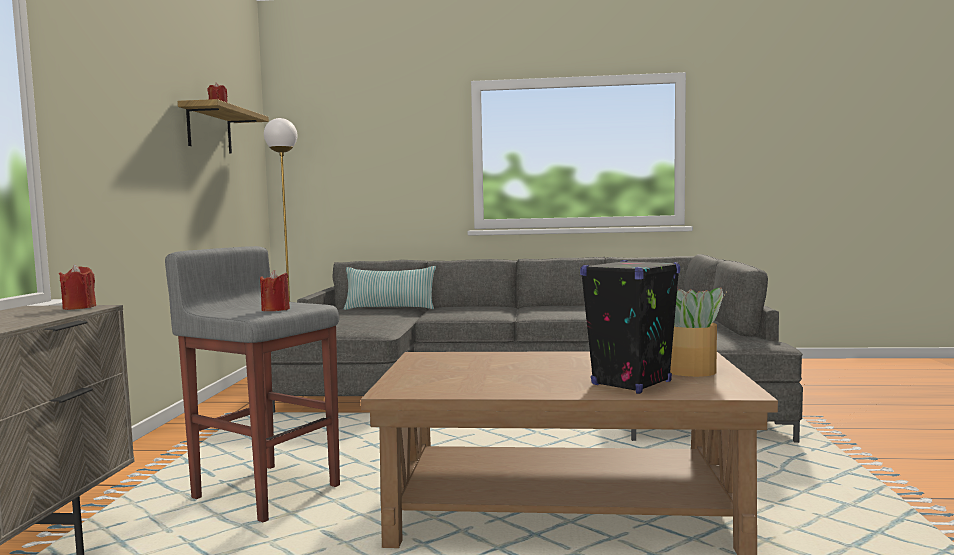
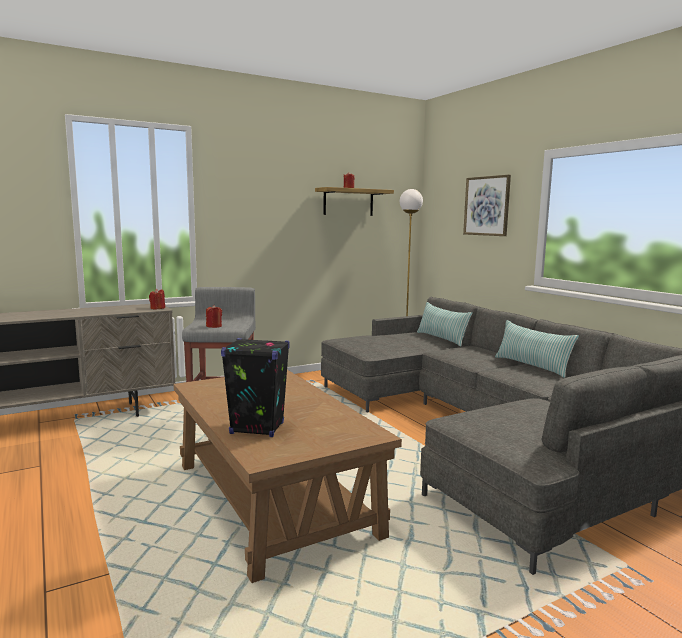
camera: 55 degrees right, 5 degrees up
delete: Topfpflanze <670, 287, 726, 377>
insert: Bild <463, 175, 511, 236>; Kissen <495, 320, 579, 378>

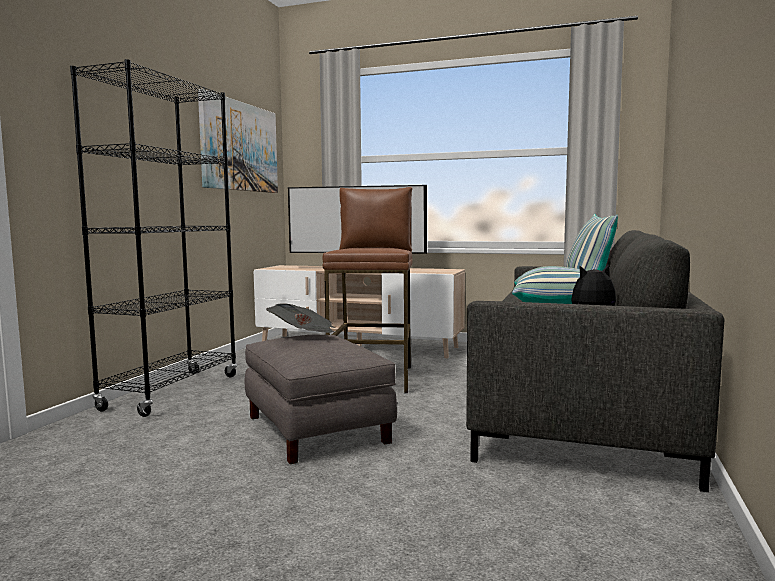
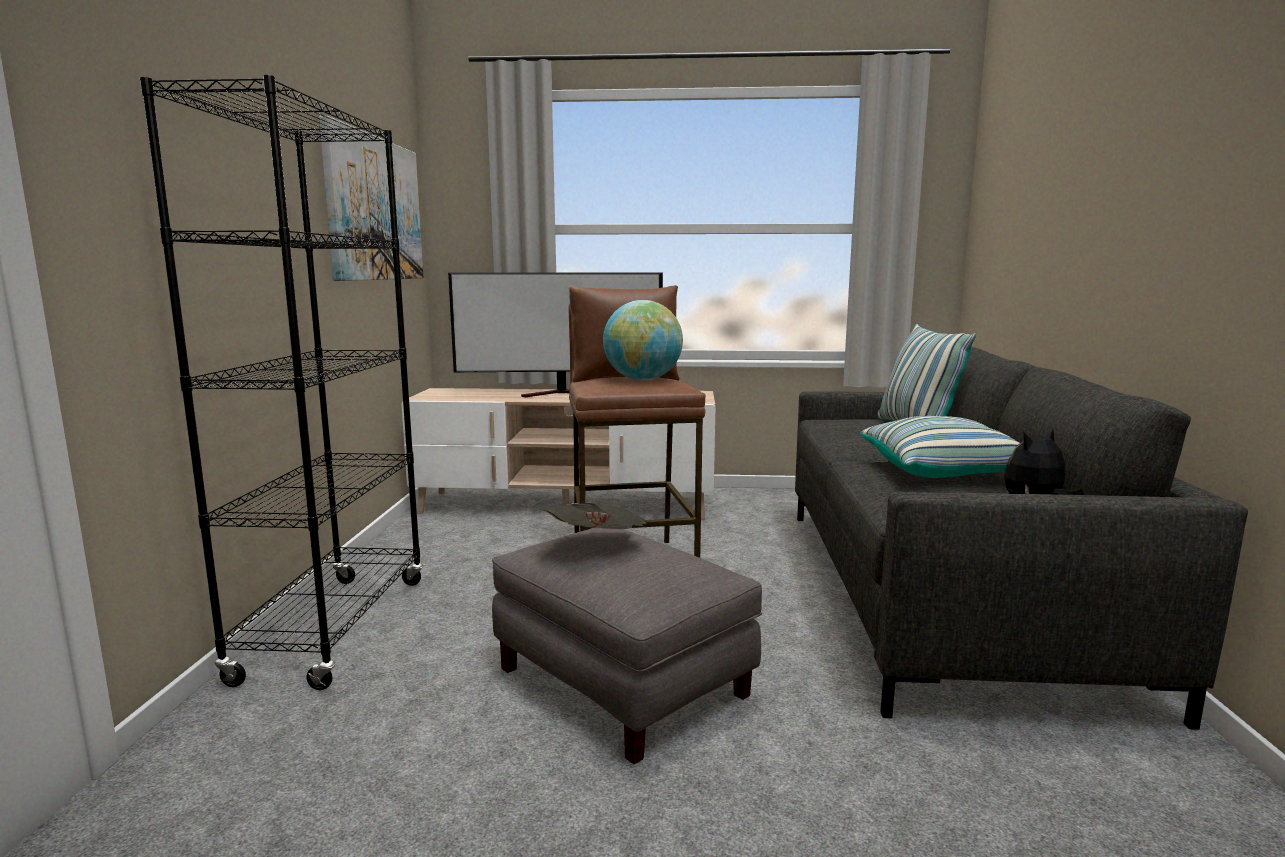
camera: 15 degrees left, 5 degrees up
insert: Globus <603, 300, 683, 380>

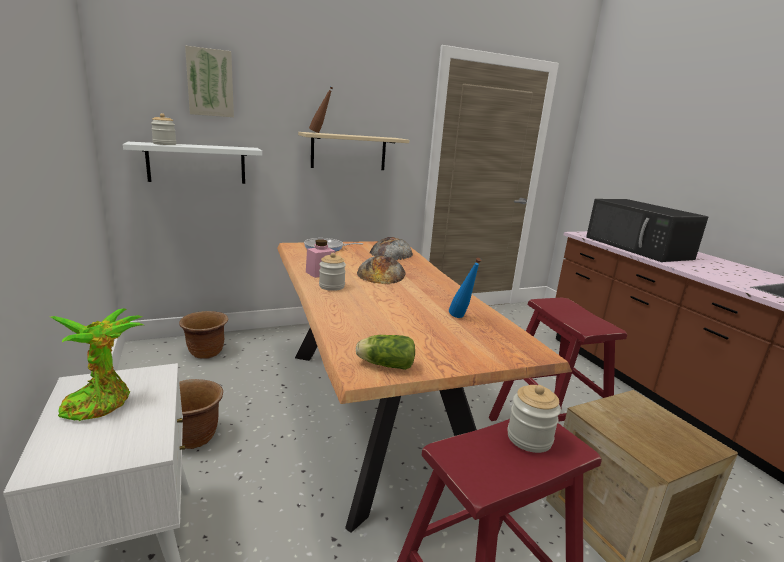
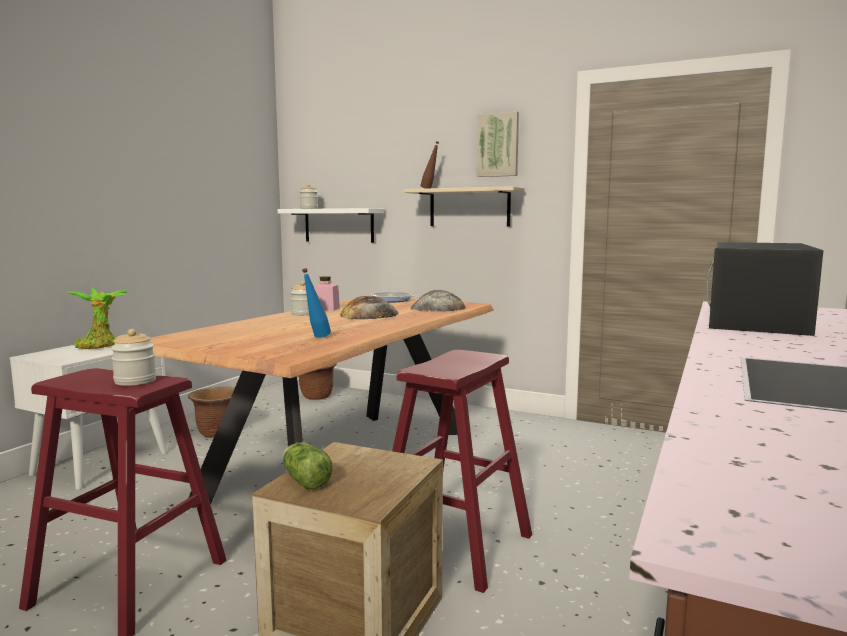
camera: 50 degrees right, 10 degrees down
move: Bild <185, 45, 234, 117> to <477, 112, 519, 177>; Salatkopf <356, 335, 415, 370> to <283, 442, 332, 489>

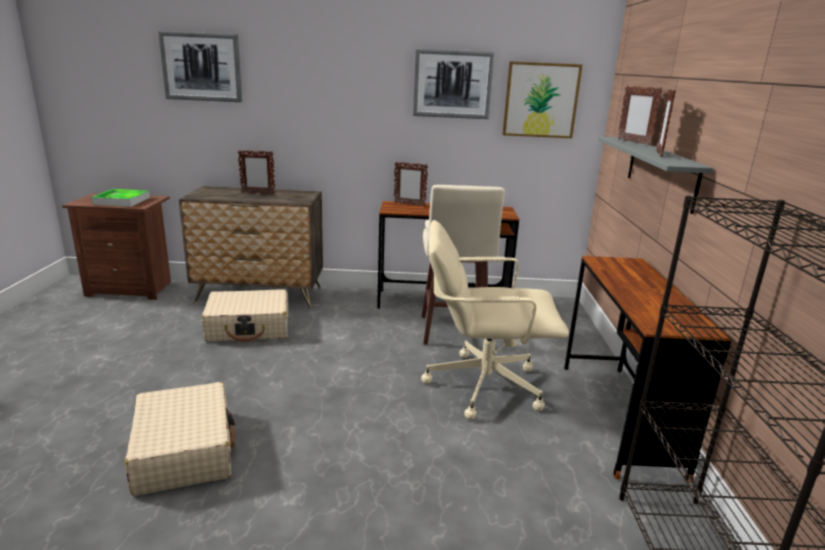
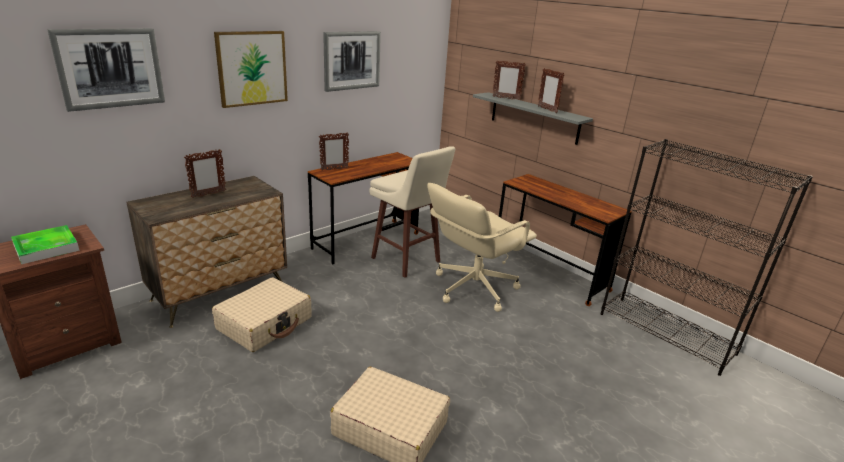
camera: 45 degrees left, 5 degrees up
move: Bild <502, 61, 582, 138> to <214, 31, 288, 108>

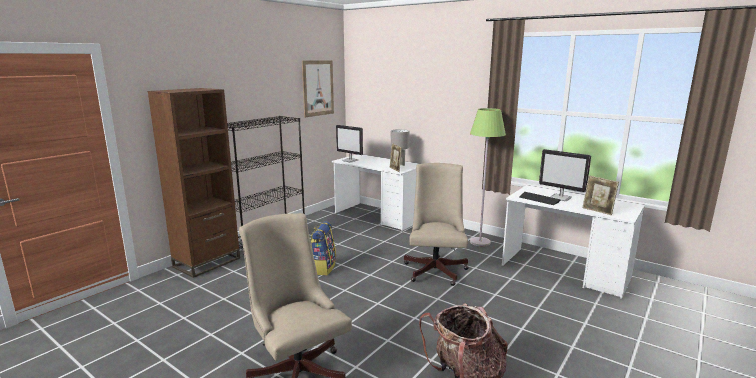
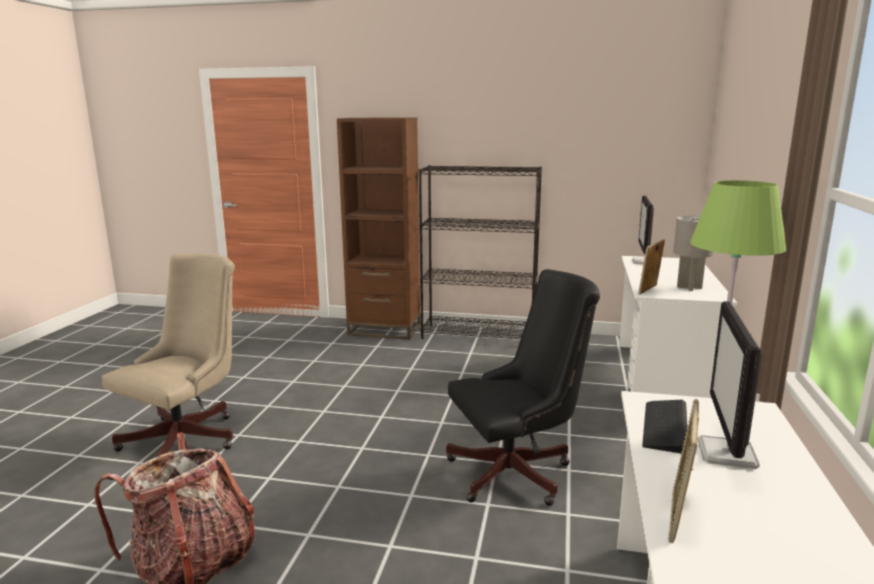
camera: 65 degrees right, 0 degrees up
delete: Bild <302, 60, 334, 117>; Rucksack <311, 221, 336, 276>
recolor: Bürostuhl [beige] <404, 163, 469, 286> to Bürostuhl [schwarz] <446, 269, 600, 506>

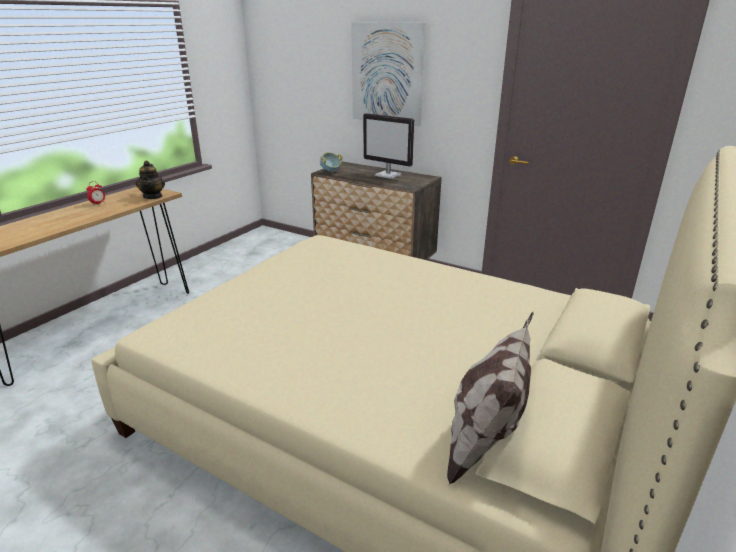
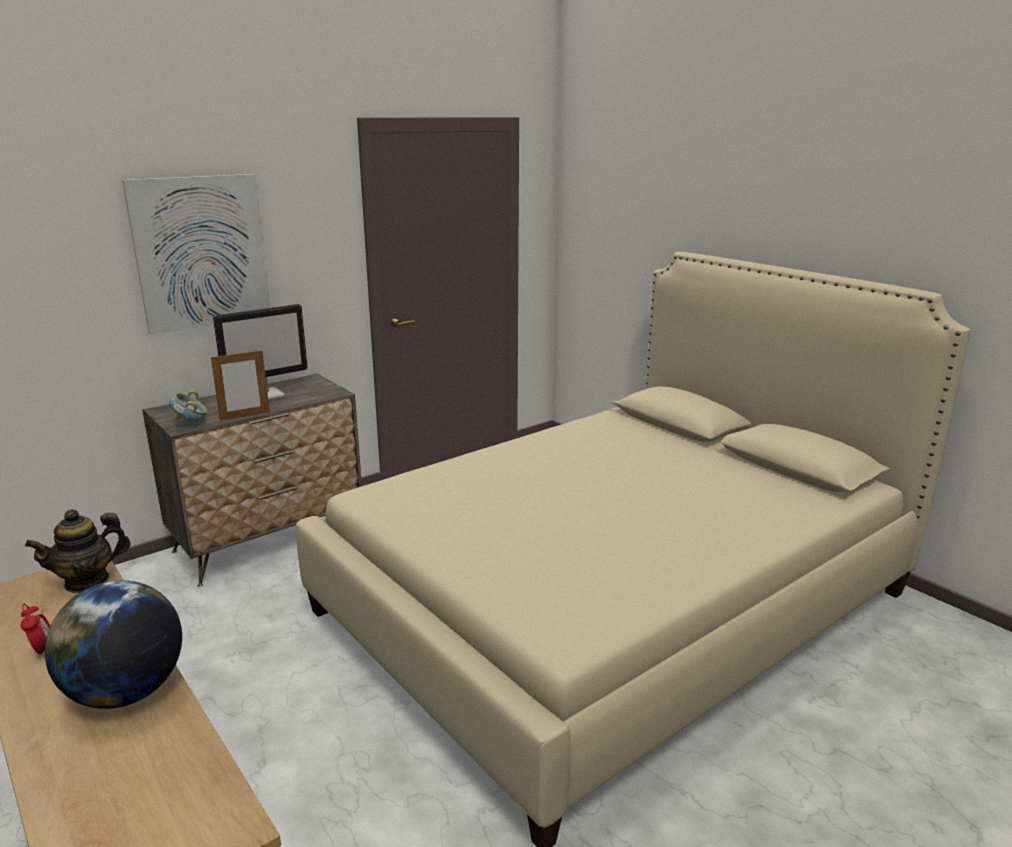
camera: 70 degrees left, 5 degrees down
delete: Kissen <447, 312, 533, 485>
insert: Globus <45, 580, 182, 709>; Bilderrahmen <211, 349, 270, 421>
rotate: Teekanne <136, 161, 165, 199> = <25, 509, 130, 593> 135 degrees clockwise

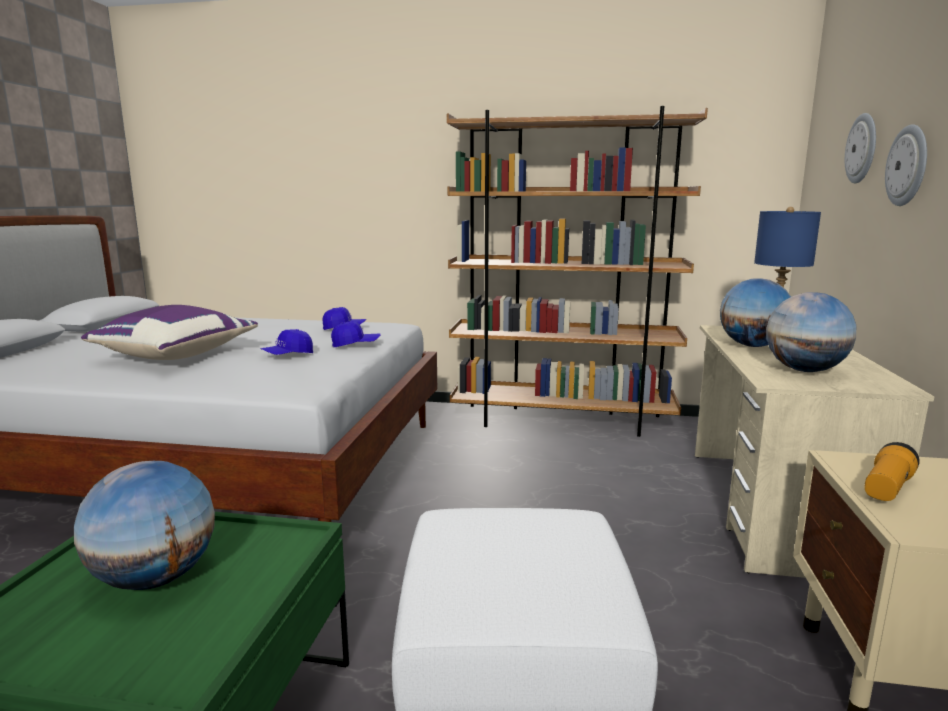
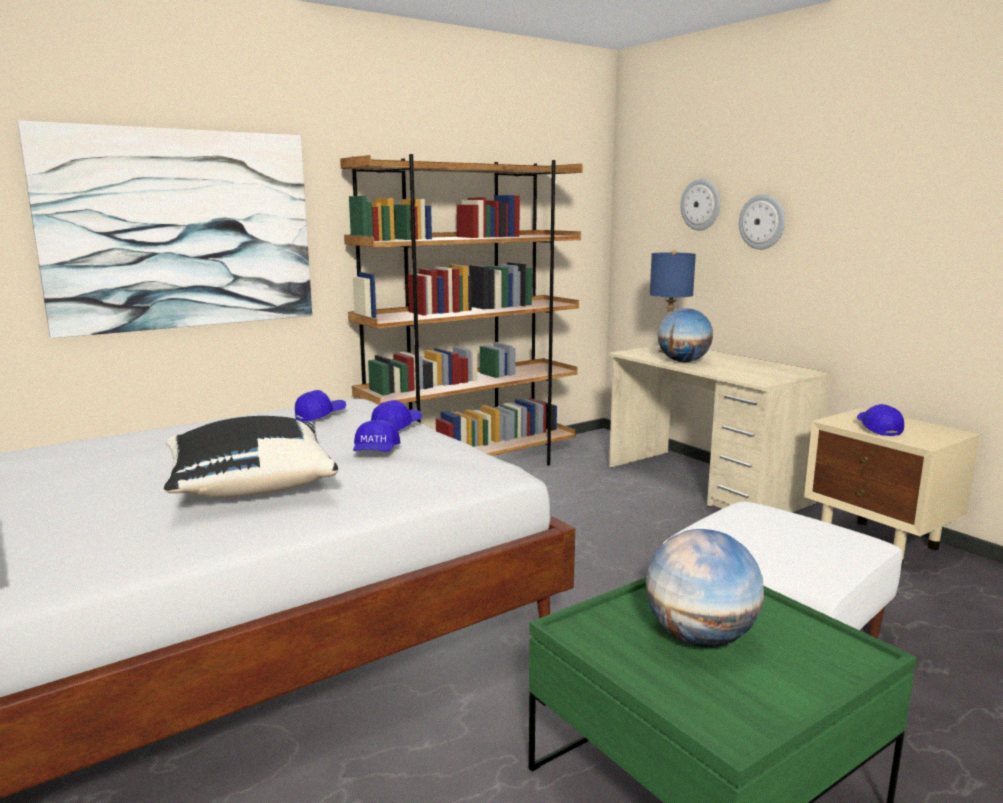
camera: 45 degrees left, 0 degrees up
delete: Globus <766, 292, 856, 372>
insert: Bild <17, 120, 312, 338>
replace: Taschenlampe <865, 442, 920, 501> to Kappe [blau] <857, 404, 904, 436>
recolor: Kissen [lila] <81, 305, 258, 360> to Kissen [schwarz] <164, 416, 339, 498>

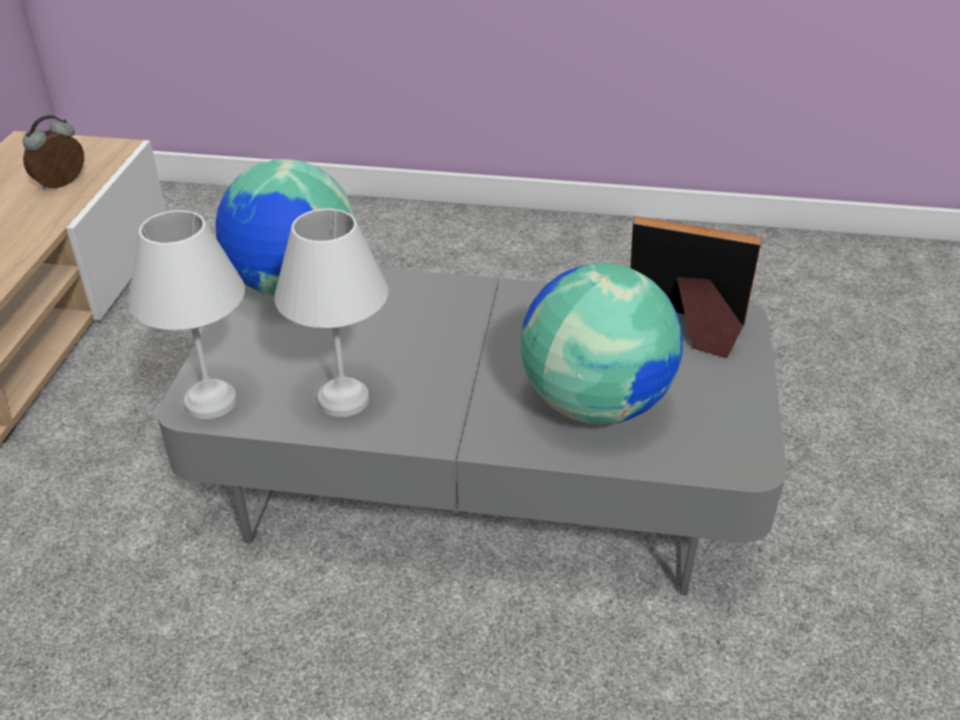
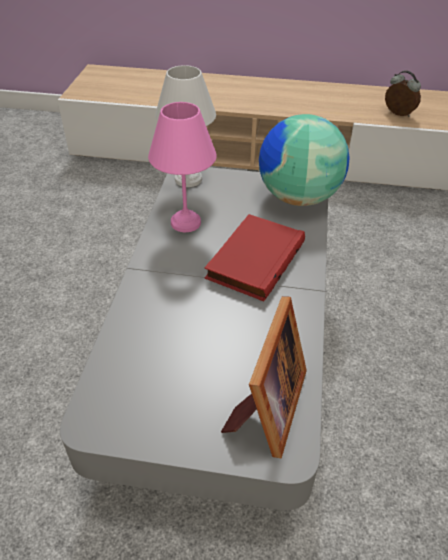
camera: 90 degrees right, 5 degrees up
delete: Globus <520, 263, 683, 424>
insert: Buch [rot] <204, 214, 305, 302>
recolor: Tischlampe [weiß] <274, 208, 388, 417> to Tischlampe [rosa] <148, 102, 217, 232>

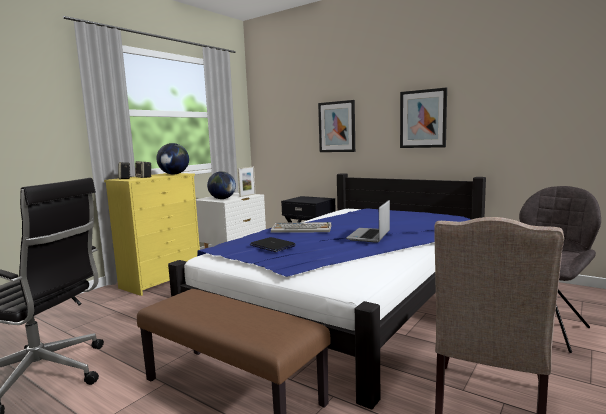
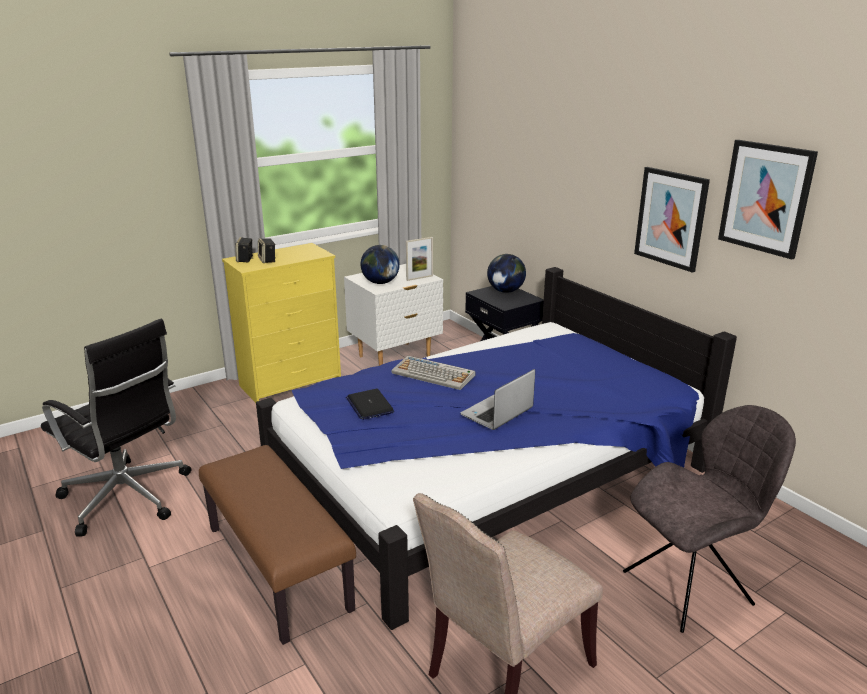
camera: 20 degrees right, 15 degrees up
move: Globus <156, 143, 189, 175> to <487, 254, 526, 293>; Bild <318, 100, 355, 152> to <718, 140, 818, 259>

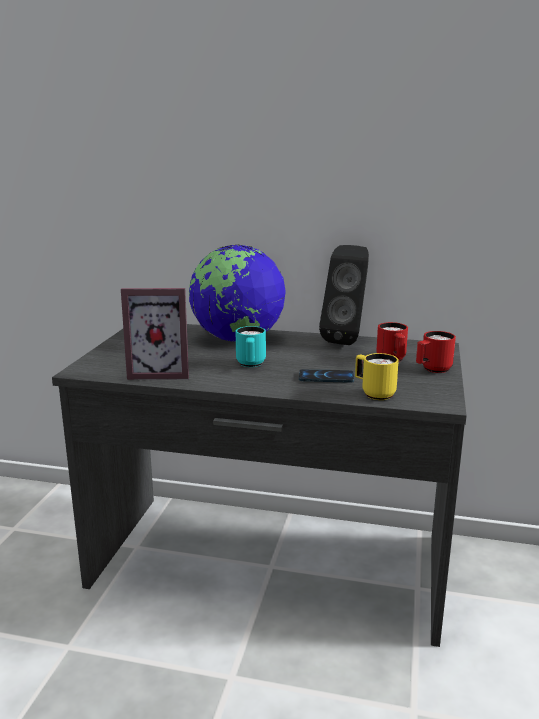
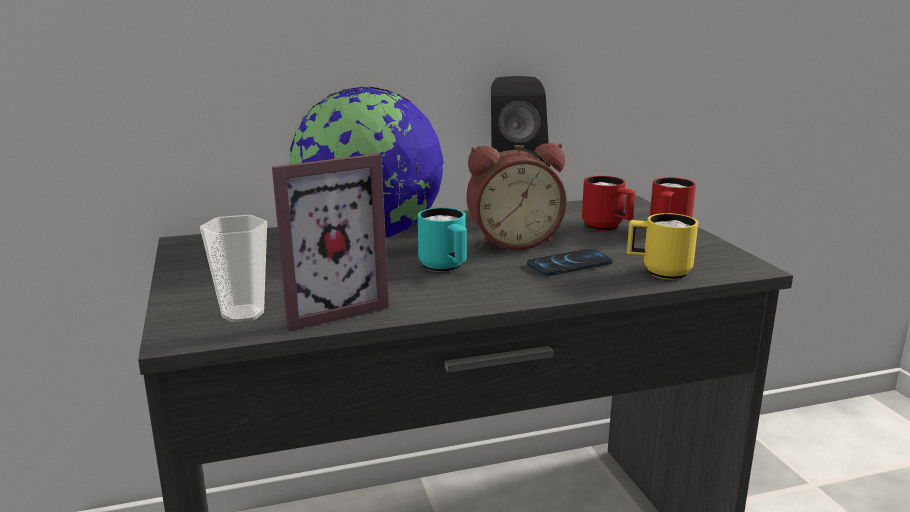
camera: 30 degrees left, 0 degrees up
insert: Tasse <200, 215, 267, 323>; Wecker <466, 143, 567, 250>

